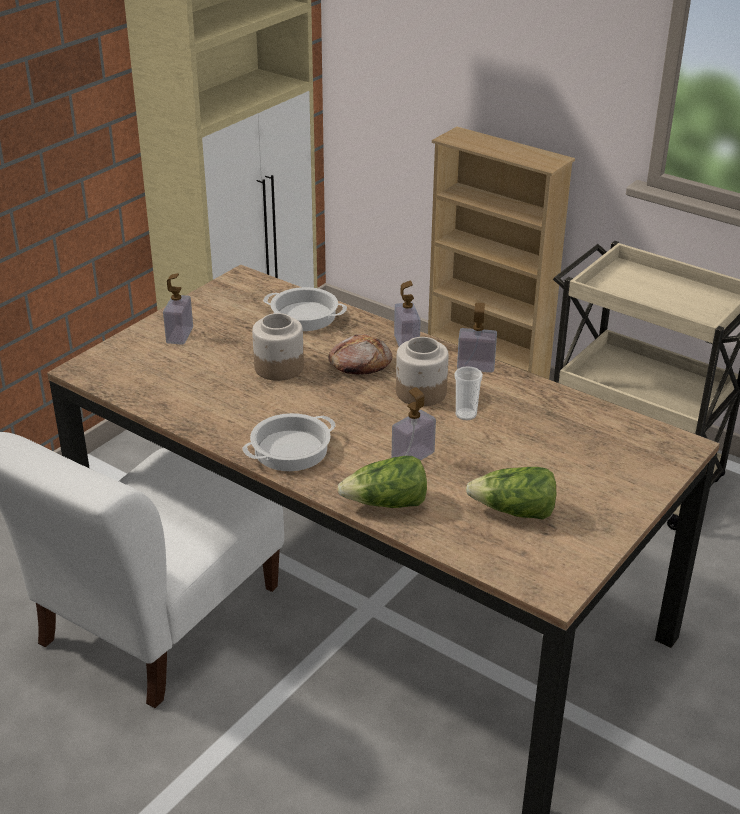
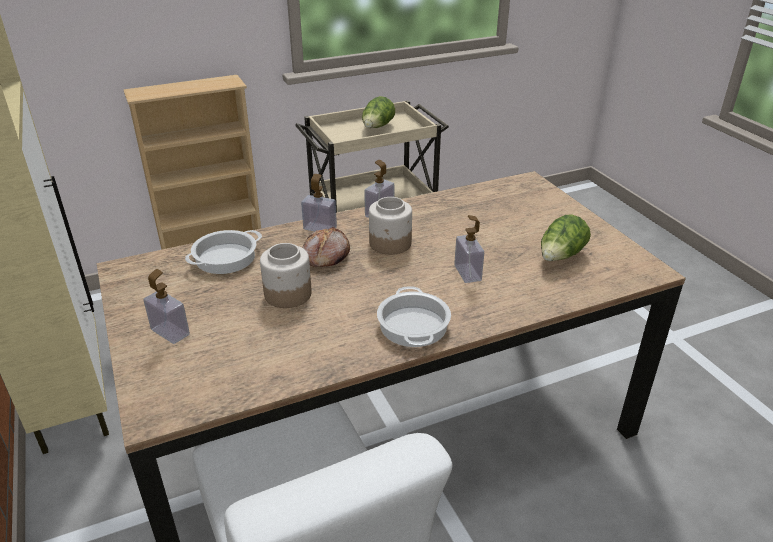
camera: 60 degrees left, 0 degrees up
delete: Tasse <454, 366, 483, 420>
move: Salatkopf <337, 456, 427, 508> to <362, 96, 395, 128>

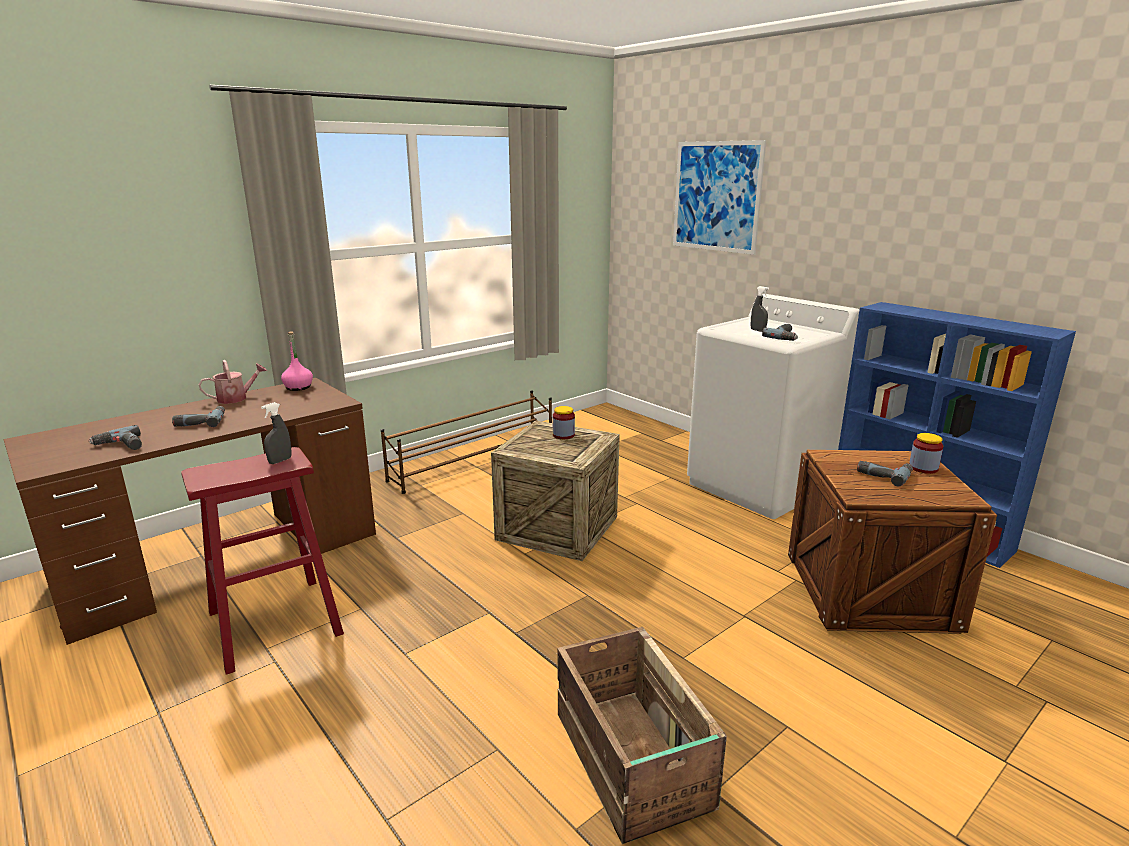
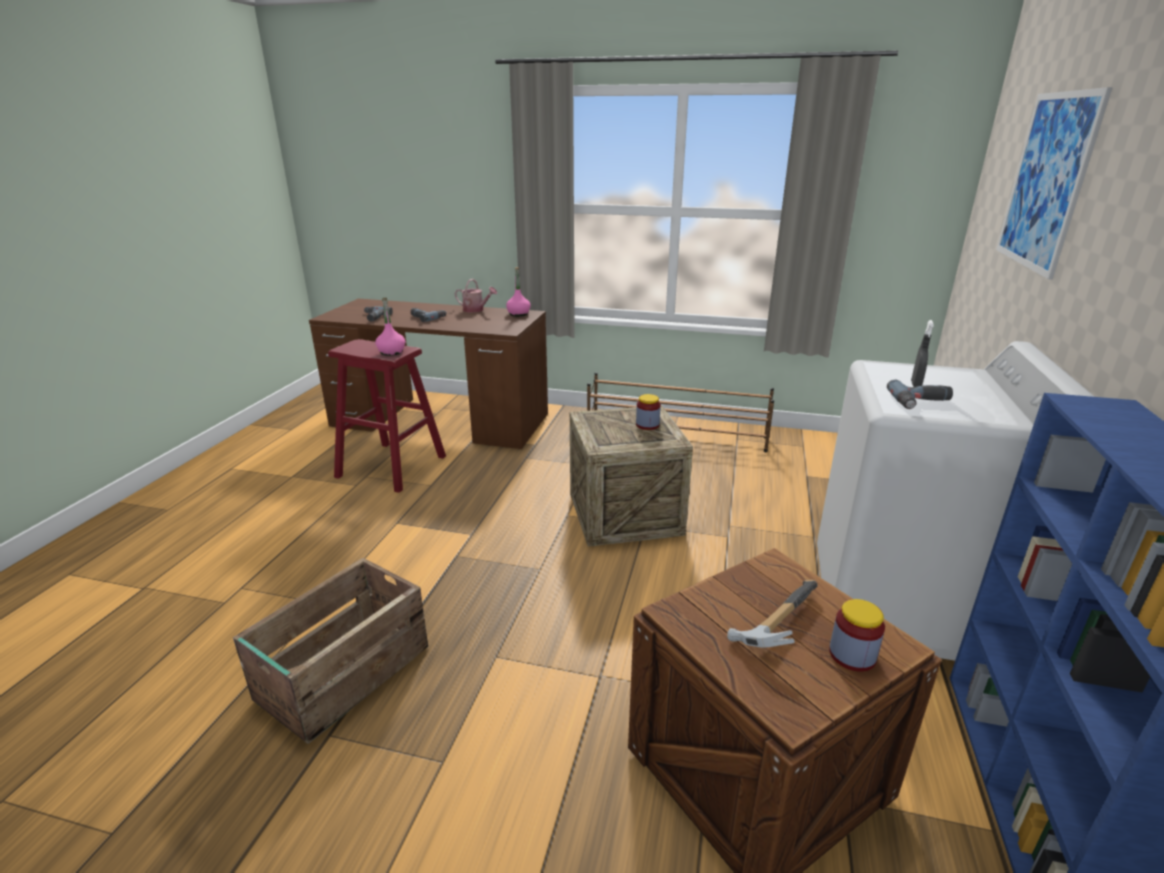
camera: 55 degrees right, 5 degrees up
replace: Sprühflasche [grau] <261, 402, 291, 464> to Flasche [rosa] <375, 298, 405, 355>; Bohrmaschine <857, 461, 913, 487> to Hammer <727, 580, 817, 648>

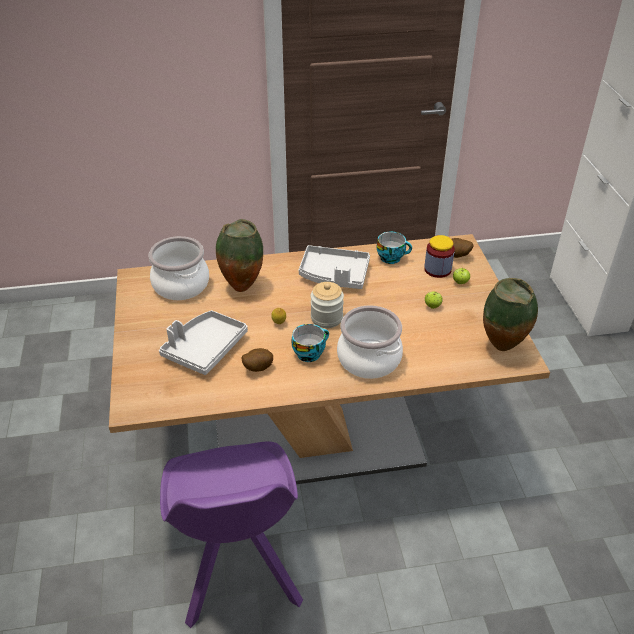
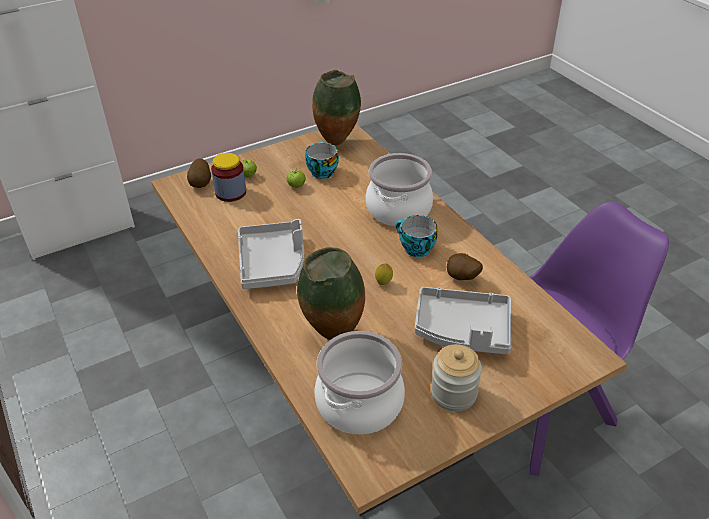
camera: 110 degrees left, 0 degrees up
move: Vorratsglas <311, 282, 344, 328> to <431, 344, 482, 411>; Tasse <377, 232, 412, 264> to <305, 142, 339, 179>

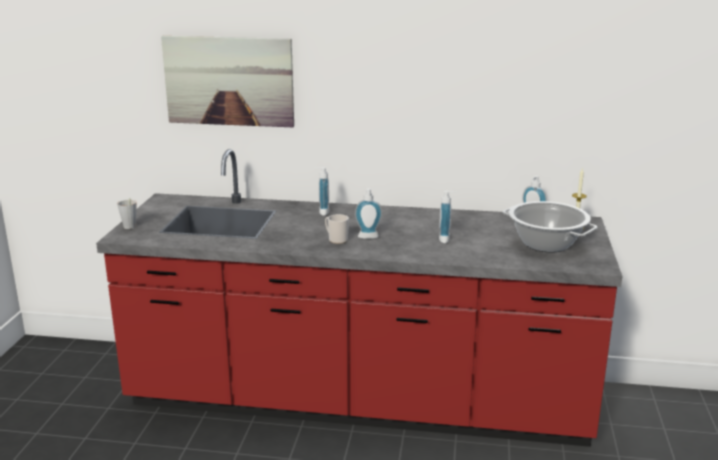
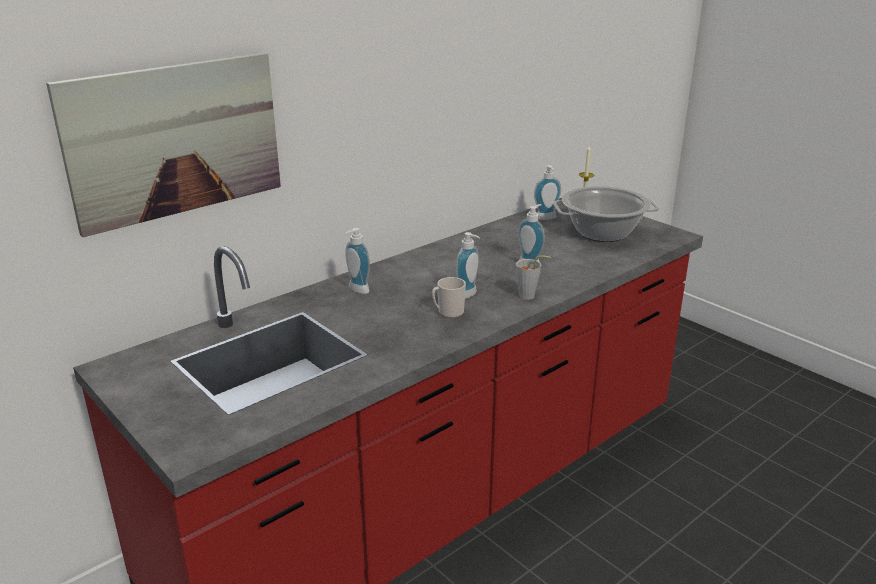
camera: 50 degrees left, 5 degrees up
move: Tasse [grau] <117, 198, 136, 229> to <516, 255, 551, 300>

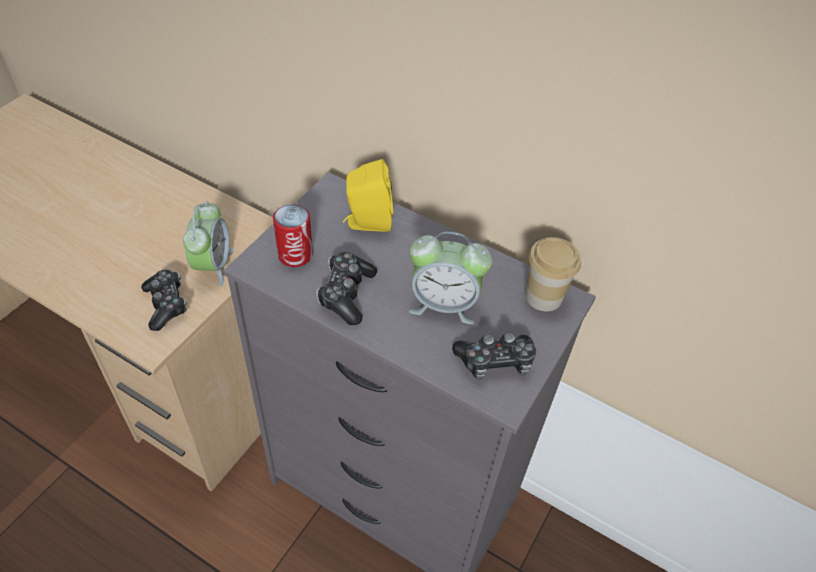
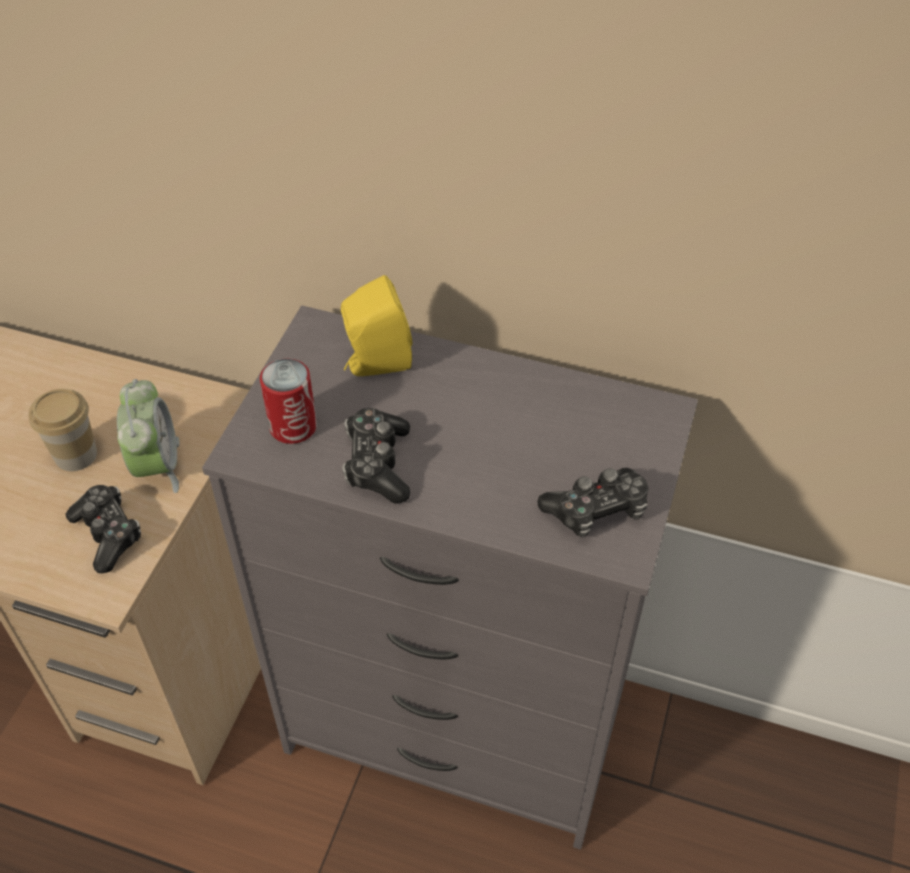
camera: 10 degrees left, 0 degrees up
delete: Wecker <409, 232, 492, 324>
move: Tasse <525, 237, 581, 312> to <28, 389, 97, 471>

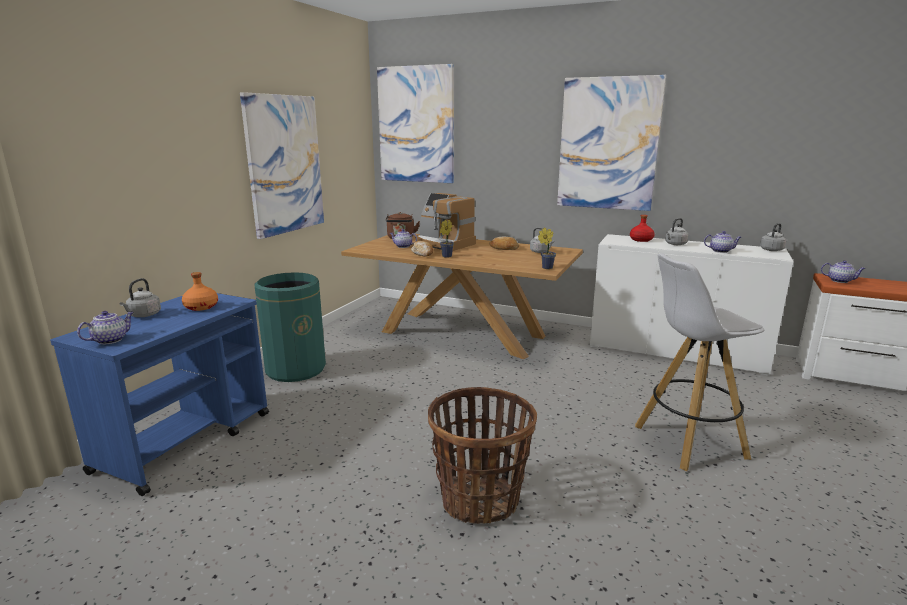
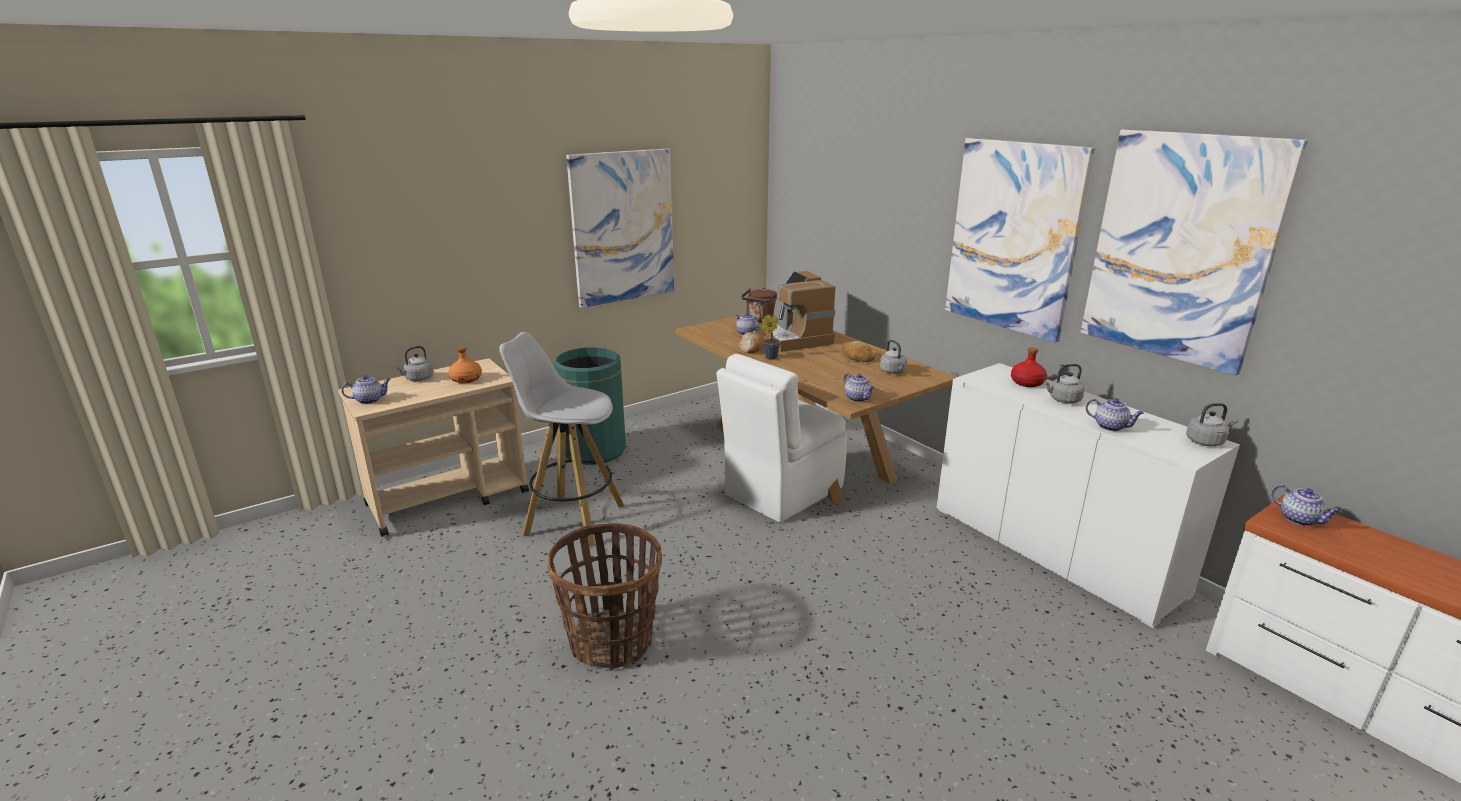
camera: 30 degrees right, 5 degrees up
insert: Stuhl [weiß] <717, 354, 847, 523>
move: Bild <377, 64, 454, 183> to <1081, 129, 1308, 376>; Hocker [weiß] <635, 253, 764, 471> to <499, 332, 624, 547>
replace: Topfpflanze <538, 227, 556, 269> to Teekanne <843, 373, 875, 402>
recolor: Rollwagen [blau] <50, 293, 269, 496> to Rollwagen [beige] <338, 358, 529, 537>

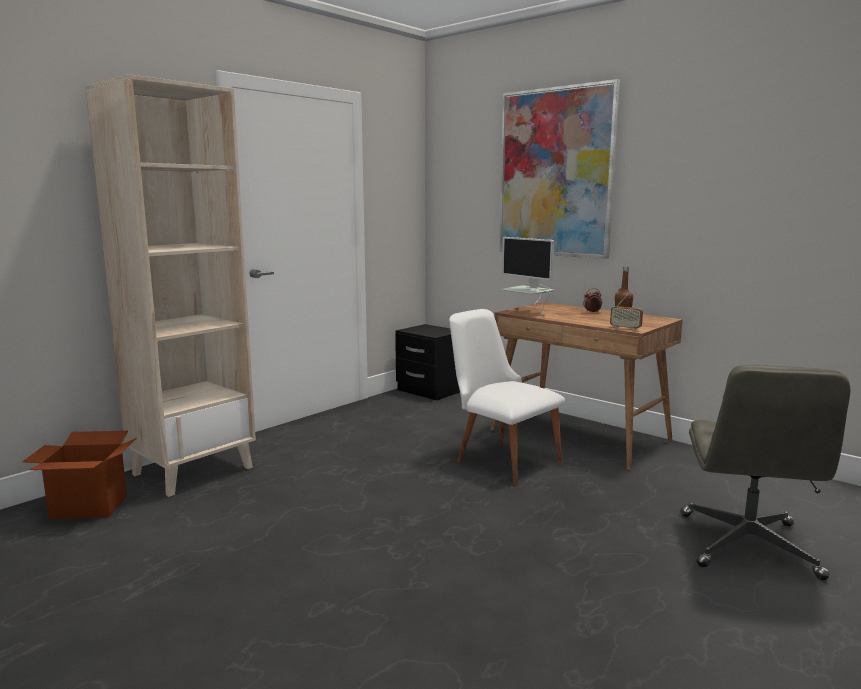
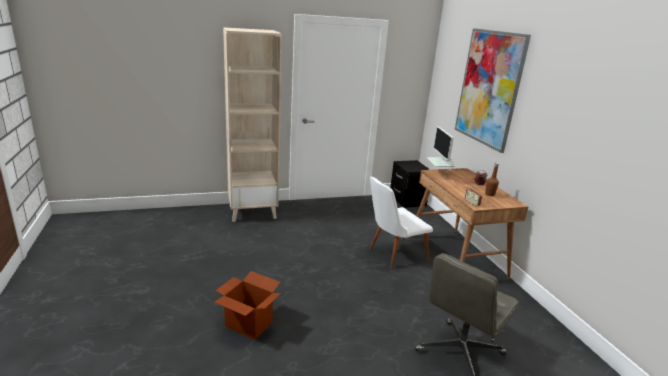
camera: 30 degrees right, 10 degrees up
move: Karton <22, 430, 137, 519> to <214, 271, 281, 340>
rotate: Stuhl [weiß] <449, 309, 565, 487> = <370, 177, 433, 269> 105 degrees counterclockwise

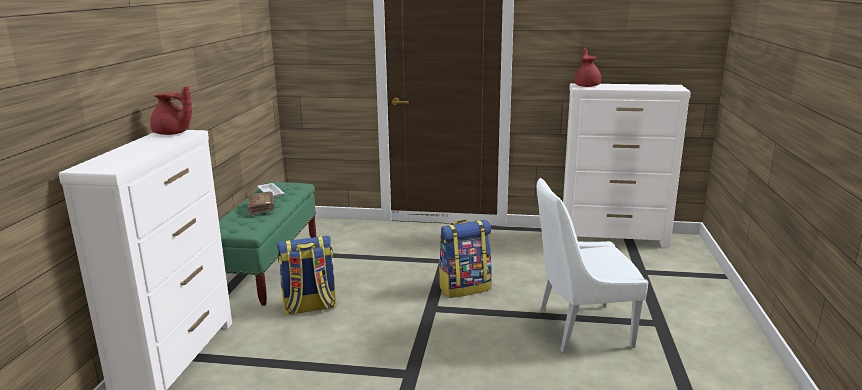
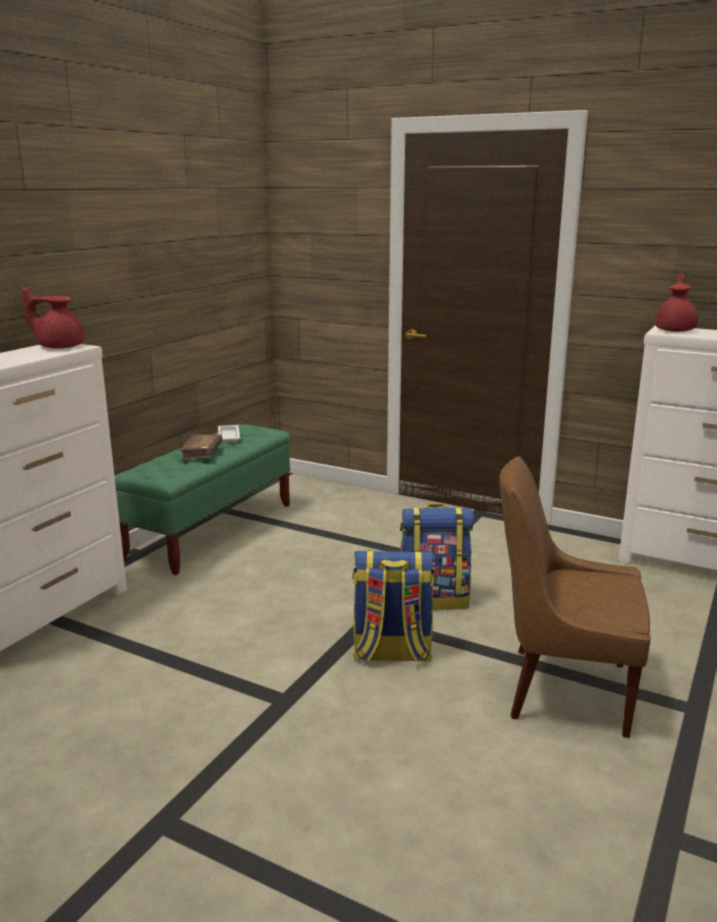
camera: 20 degrees right, 0 degrees up
move: Rucksack <277, 236, 337, 315> to <352, 550, 436, 662>
recolor: Stuhl [weiß] <537, 178, 648, 352> to Stuhl [braun] <499, 456, 651, 738>
rotate: Teekanne [rot] <150, 86, 192, 135> = <22, 286, 84, 349> 150 degrees clockwise

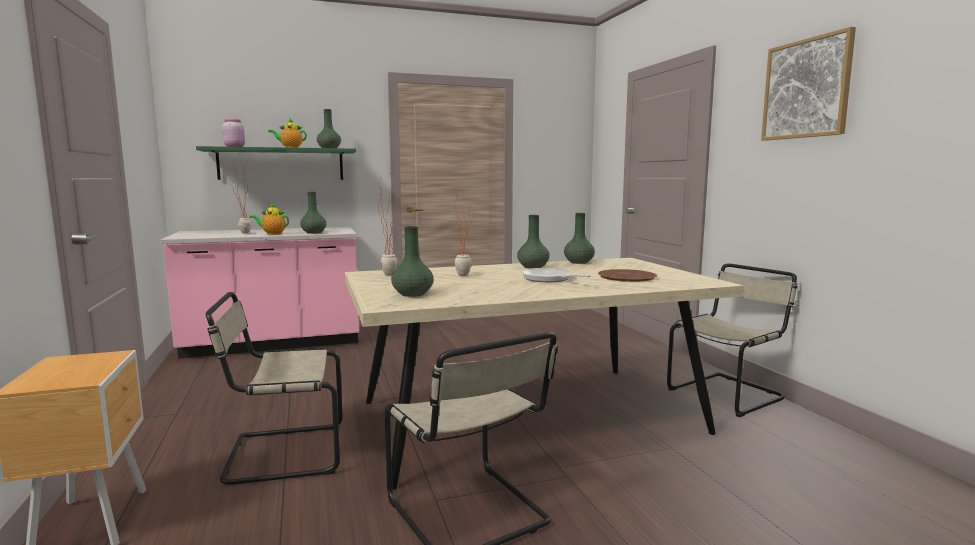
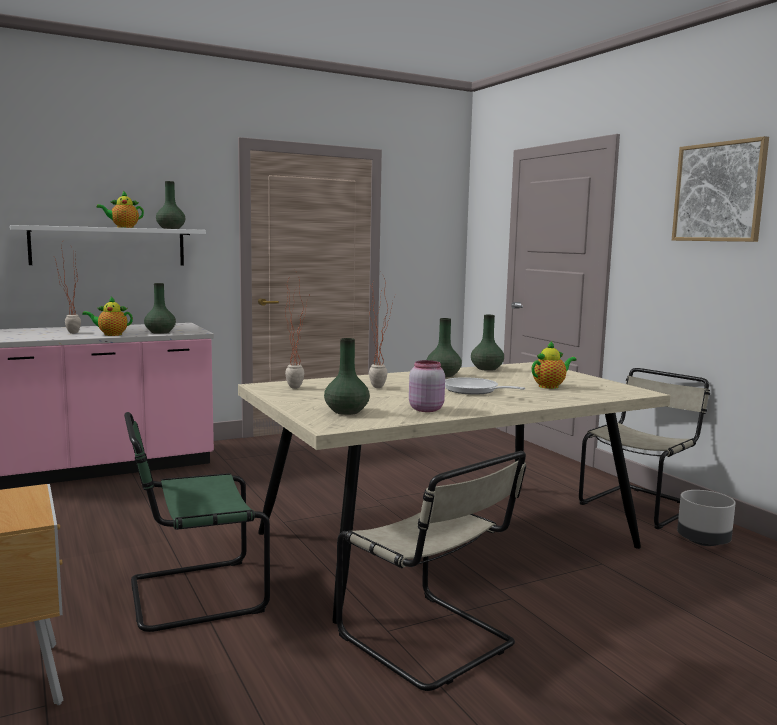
camera: 10 degrees left, 0 degrees up
insert: Pflanzkübel [grau] <677, 490, 736, 546>
move: Vorratsglas [rosa] <222, 119, 245, 147> to <409, 360, 445, 412>
replace: Teller [braun] <598, 269, 657, 282> to Teekanne <532, 340, 577, 389>
recolor: Wandregal [grün] <196, 146, 356, 180> to Wandregal [weiß] <10, 225, 206, 266>; Stuhl [beige] <205, 292, 343, 485> to Stuhl [grün] <124, 412, 270, 632>

